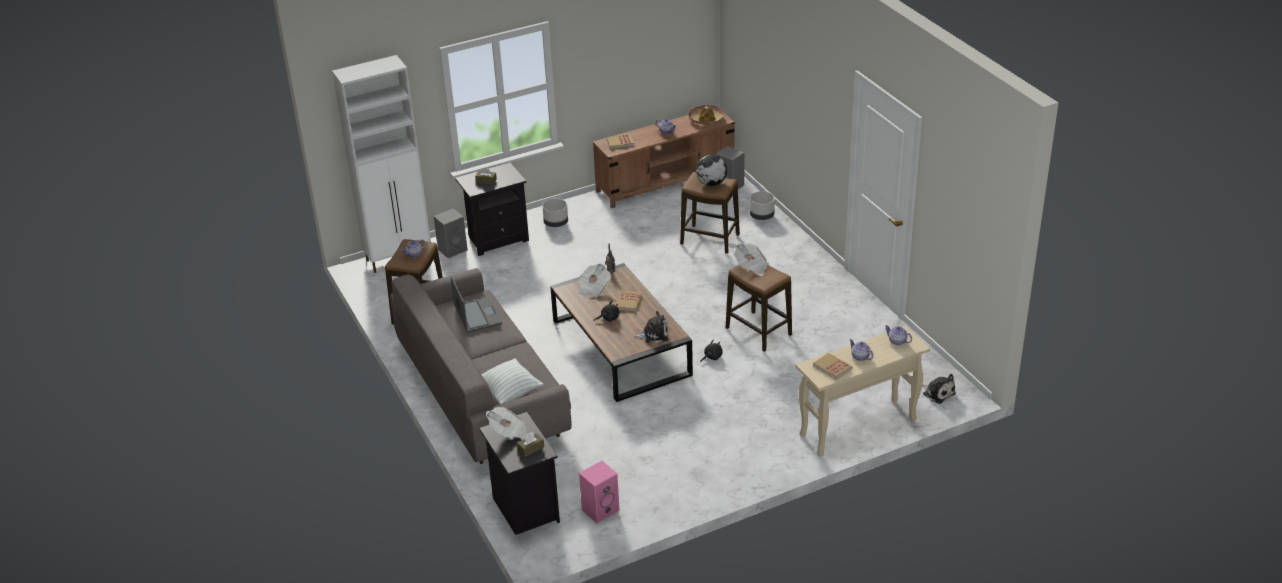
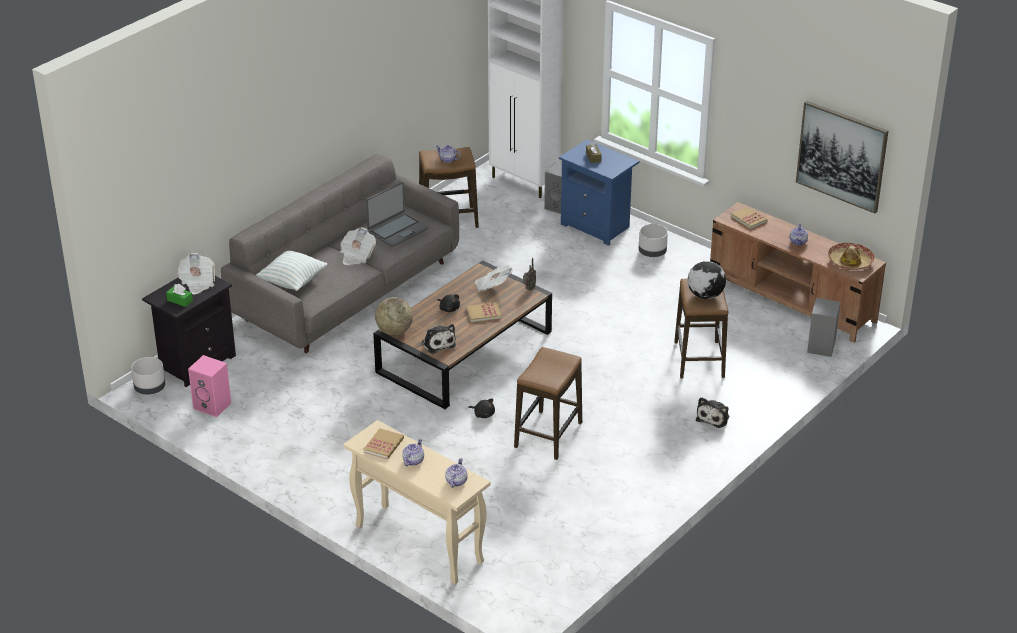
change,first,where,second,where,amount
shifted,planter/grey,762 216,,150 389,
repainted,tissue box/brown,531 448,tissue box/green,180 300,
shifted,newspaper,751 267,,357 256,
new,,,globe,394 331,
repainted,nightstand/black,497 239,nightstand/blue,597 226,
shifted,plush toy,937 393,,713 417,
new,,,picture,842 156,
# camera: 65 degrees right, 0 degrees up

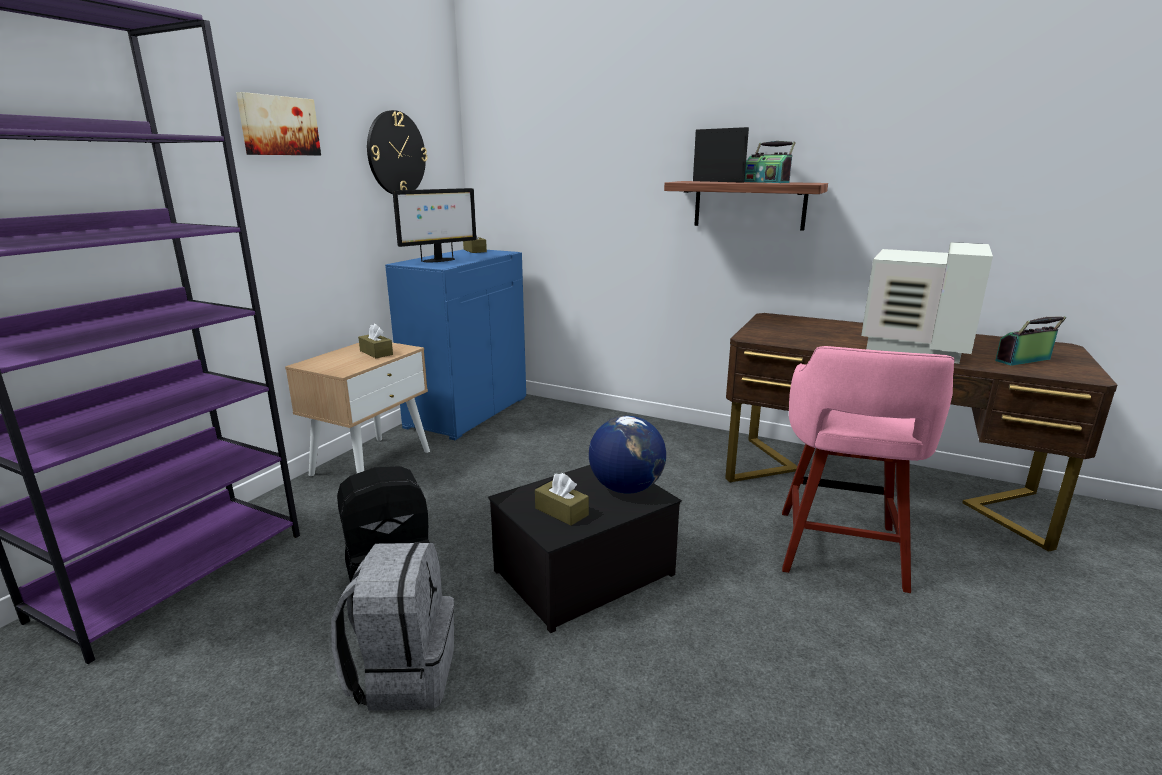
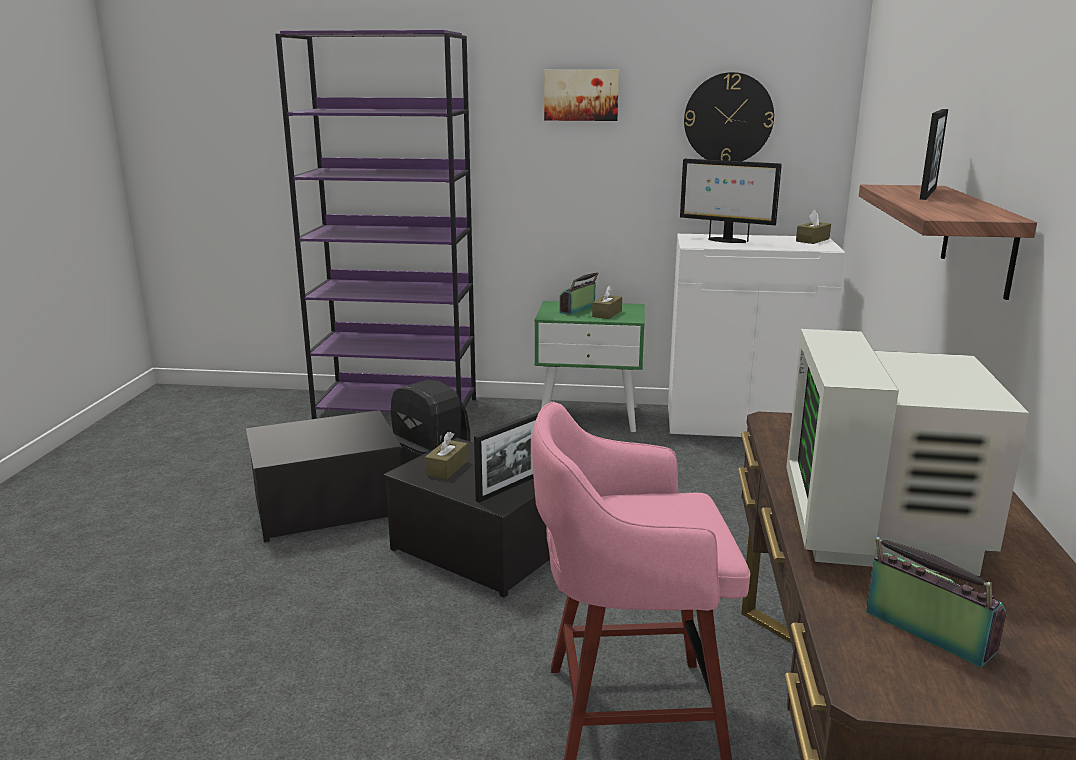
change,first,where,second,where,amount
swapped,backpack/grey,403 674,storage box,328 506,
swapped,globe,626 488,picture frame,508 487,
repainted,nightstand/beige,371 462,nightstand/green,589 416,
shifted,radio,766 182,,578 309,
repainted,cabinet/blue,467 412,cabinet/white,742 424,
rotated,monitor,912 347,,882 530,90 degrees clockwise
# camera: 70 degrees right, 0 degrees up

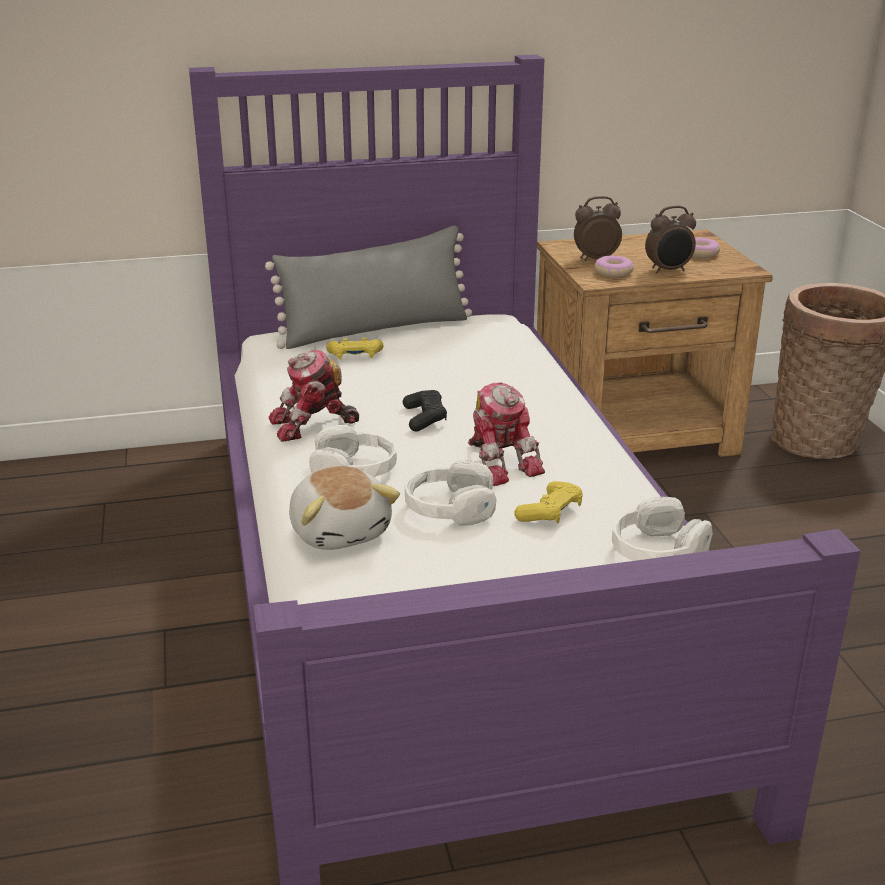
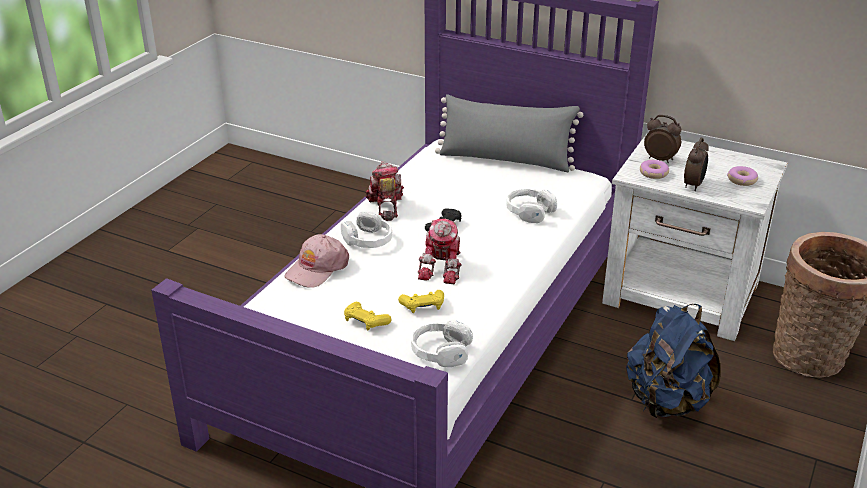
change,first,where,second,where,amount
swapped,plush toy,341 531,cap/pink,317 268,
shifted,game controller/yellow,355 356,,365 321,
rotated,toy robot,312 425,,385 206,60 degrees clockwise
shifted,headphones/white,449 508,,529 212,
repainted,nightstand/brown,637 433,nightstand/white,682 295,
new,,,backpack/blue,666 401,
rotated,alarm clock,668 271,,693 185,90 degrees counterclockwise
# camera: 40 degrees right, 5 degrees up

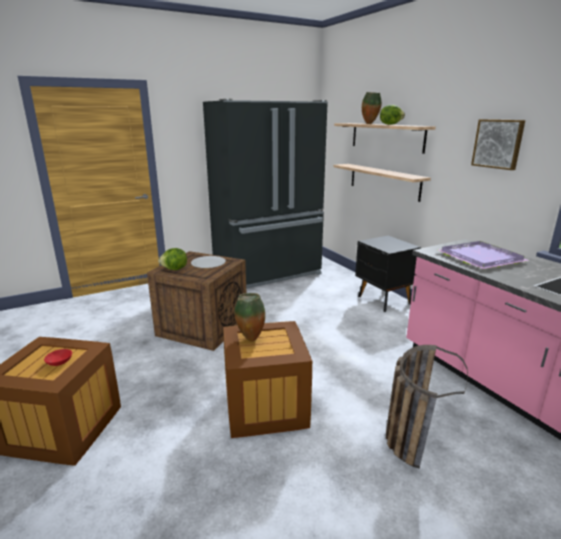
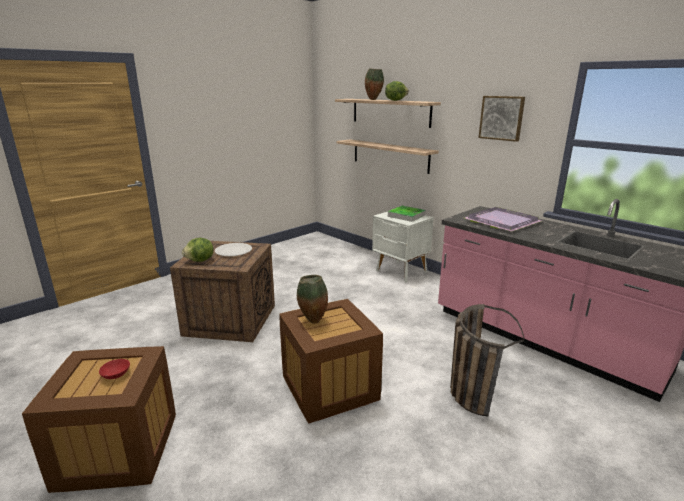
change,first,where,second,where,amount
repainted,nightstand/black,384 300,nightstand/white,401 272,
new,,,tray,406 216,
gone,fridge/black,269 273,,,
# camera: 15 degrees left, 0 degrees up

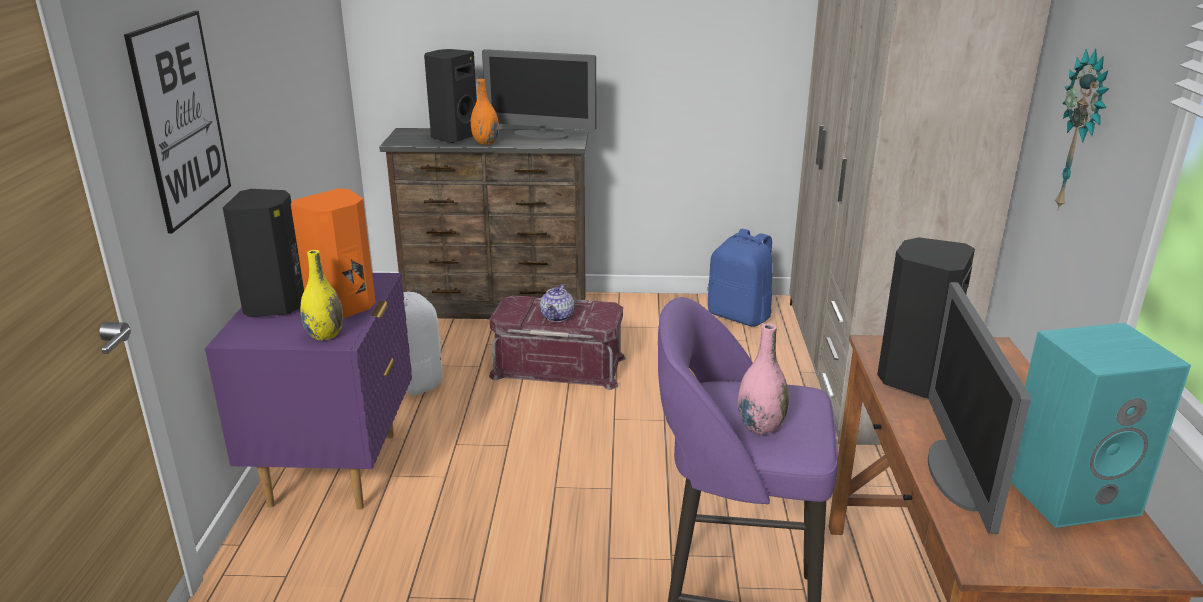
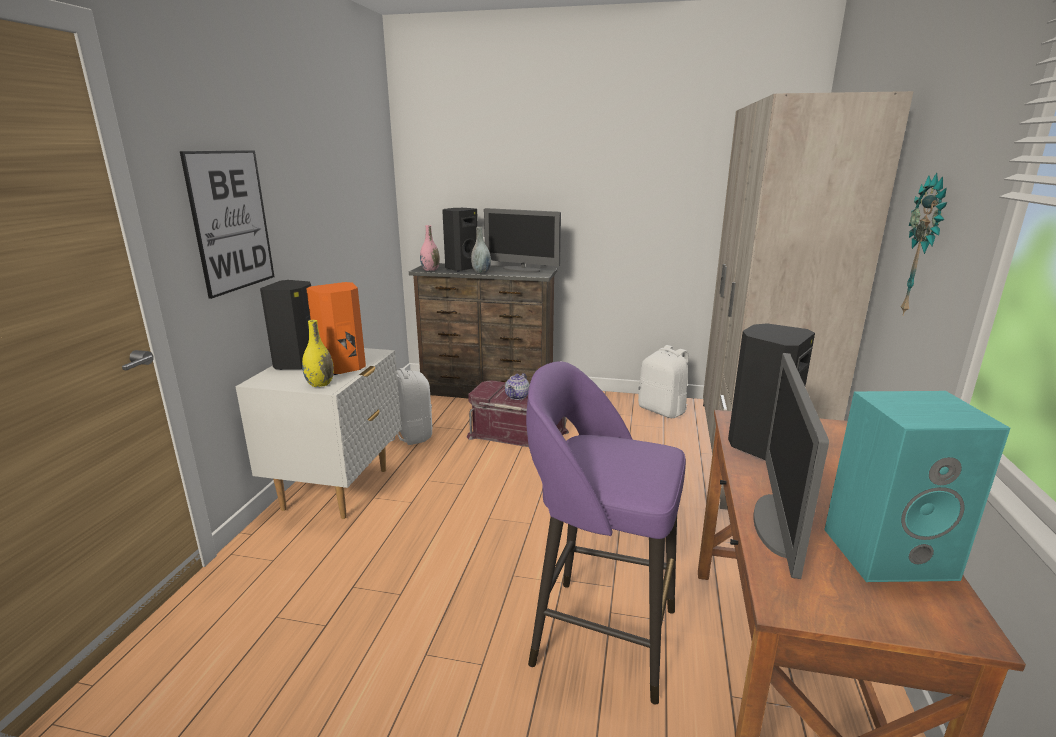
change,first,where,second,where,amount
repainted,nightstand/purple,336 469,nightstand/white,338 489,
shifted,vase/pink,760 426,,430 270,
repainted,vase/orange,485 142,vase/grey,481 272,
repainted,backpack/blue,740 316,backpack/white,663 410,
# camera: 10 degrees right, 5 degrees down

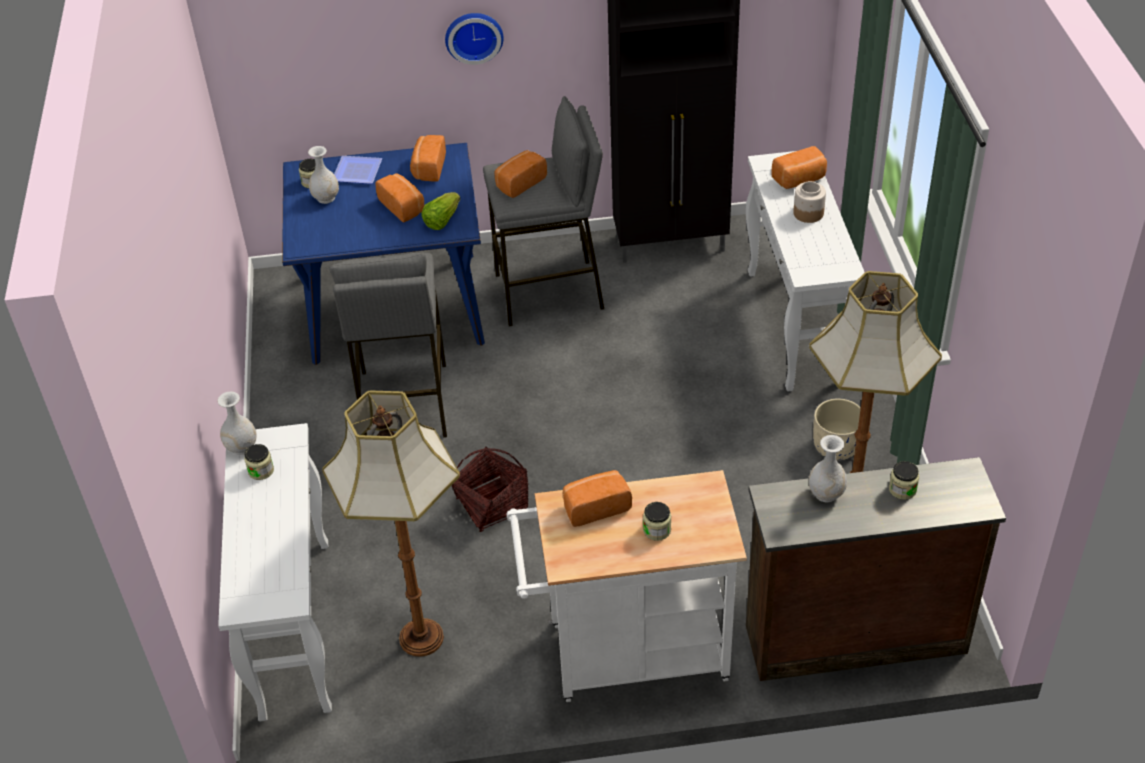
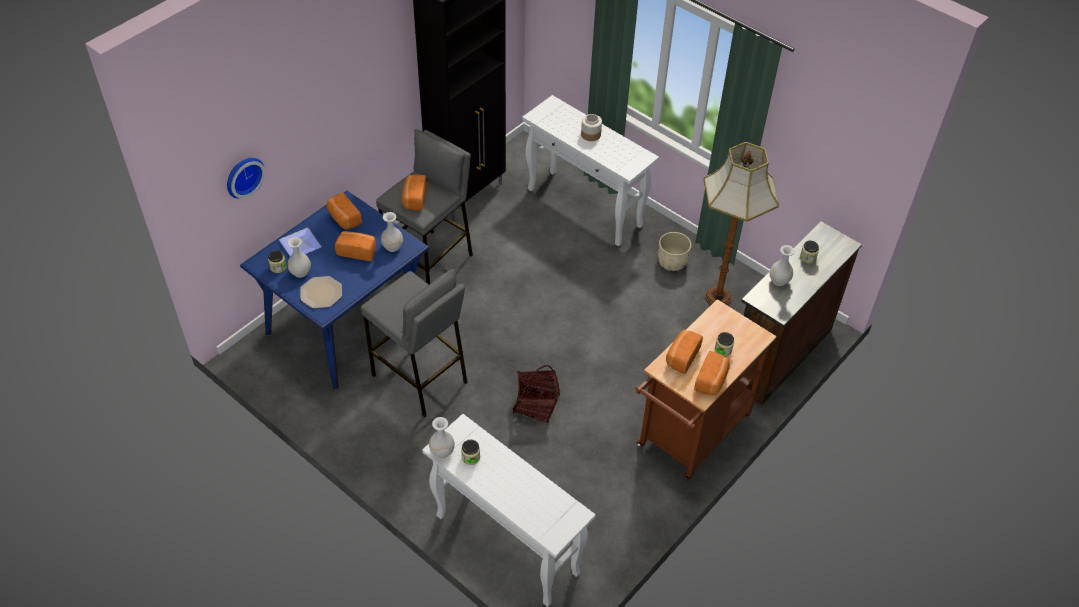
change,first,where,second,where,amount
shifted,wall clock,473 36,,243 176,
new,,,plate,321 293,
swapped,lettuce,442 220,vase/white,392 247,
repainted,cart/white,626 655,cart/brown,689 436,
shifted,bread,800 180,,711 381,
gone,floor lamp,419 637,,,
# camera: 45 degrees left, 5 degrees up

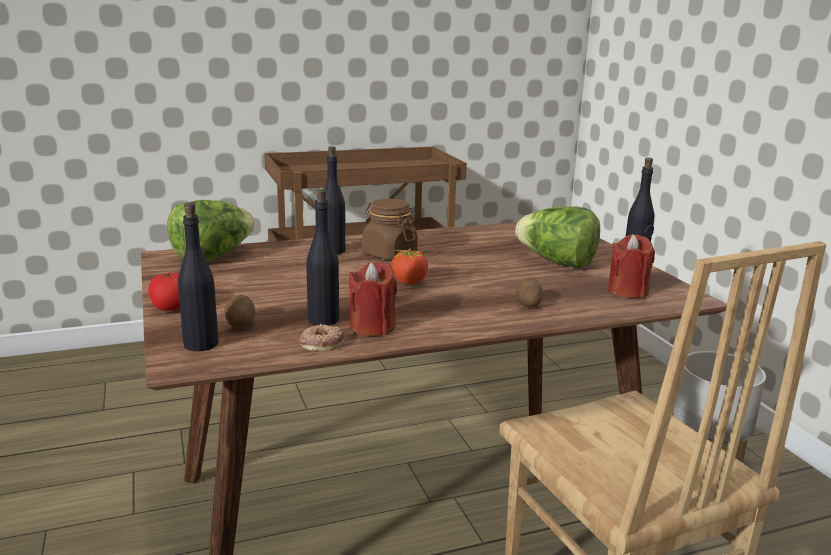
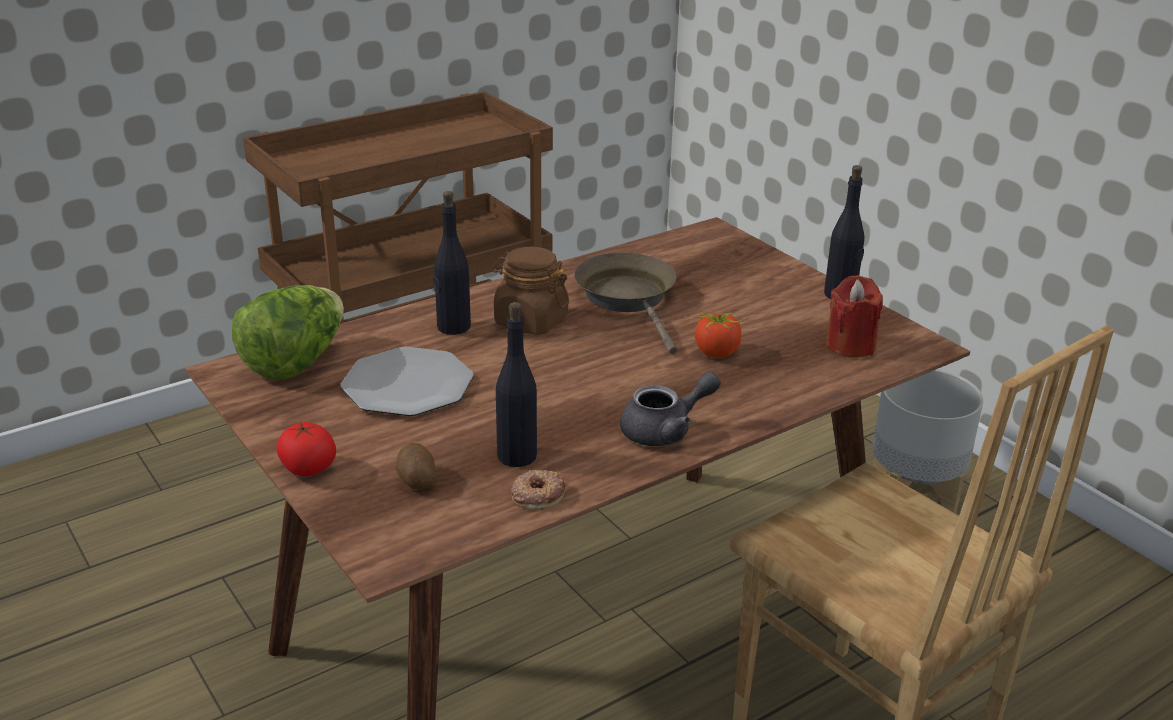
change,first,where,second,where,amount
new,,,plate,408 385,
new,,,frying pan/brown,629 299,
new,,,teapot/grey,666 430,
shifted,tomato,409 282,,717 353,
gone,bottle/black,200 344,,,
gone,candle/red,372 327,,,
gone,lettuce,557 262,,,
gone,potato,528 303,,,
# camera: 15 degrees left, 10 degrees up

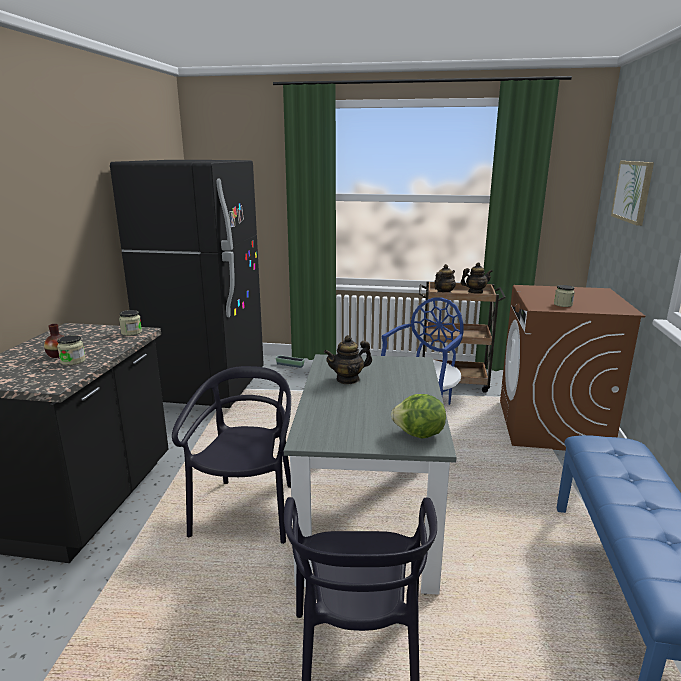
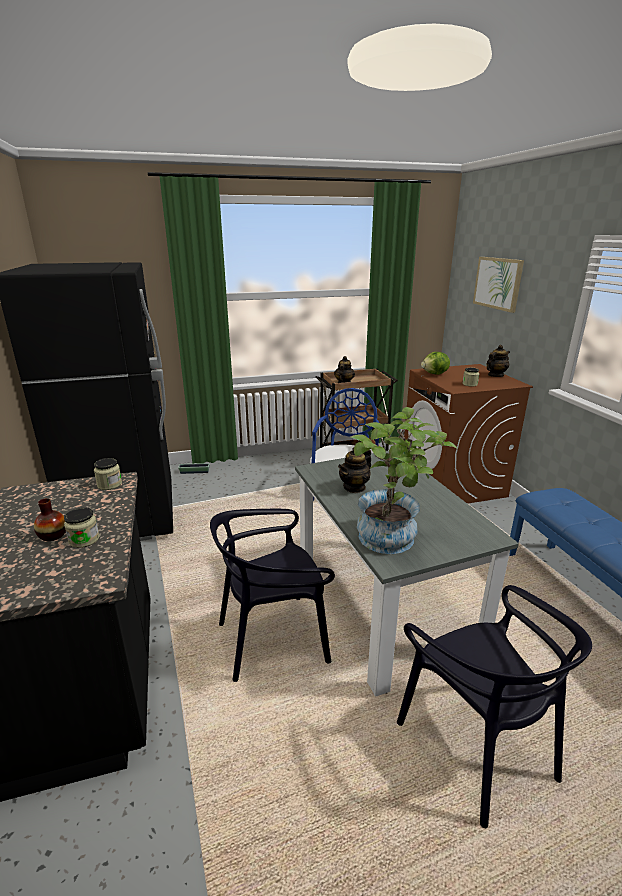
change,first,where,second,where,amount
rotated,chair/black,247 511,,273 638,90 degrees counterclockwise
new,,,potted plant,392 541,
shifted,lettuce,419 435,,435 374,
shifted,teapot,475 292,,495 375,
# camera: 25 degrees left, 5 degrees up

